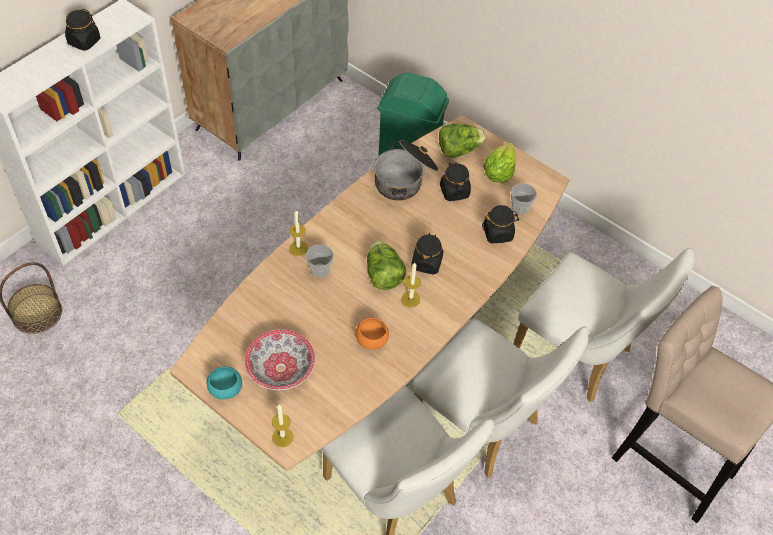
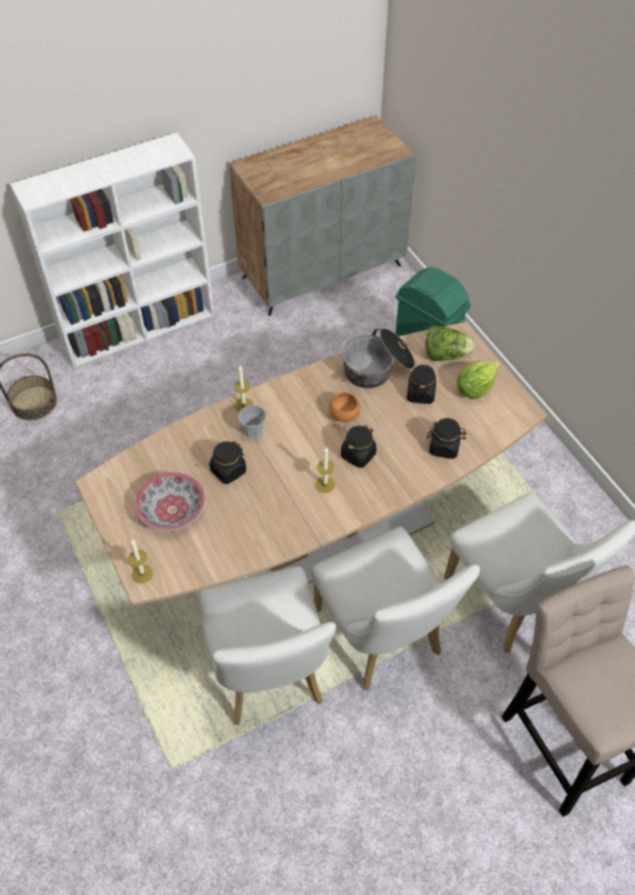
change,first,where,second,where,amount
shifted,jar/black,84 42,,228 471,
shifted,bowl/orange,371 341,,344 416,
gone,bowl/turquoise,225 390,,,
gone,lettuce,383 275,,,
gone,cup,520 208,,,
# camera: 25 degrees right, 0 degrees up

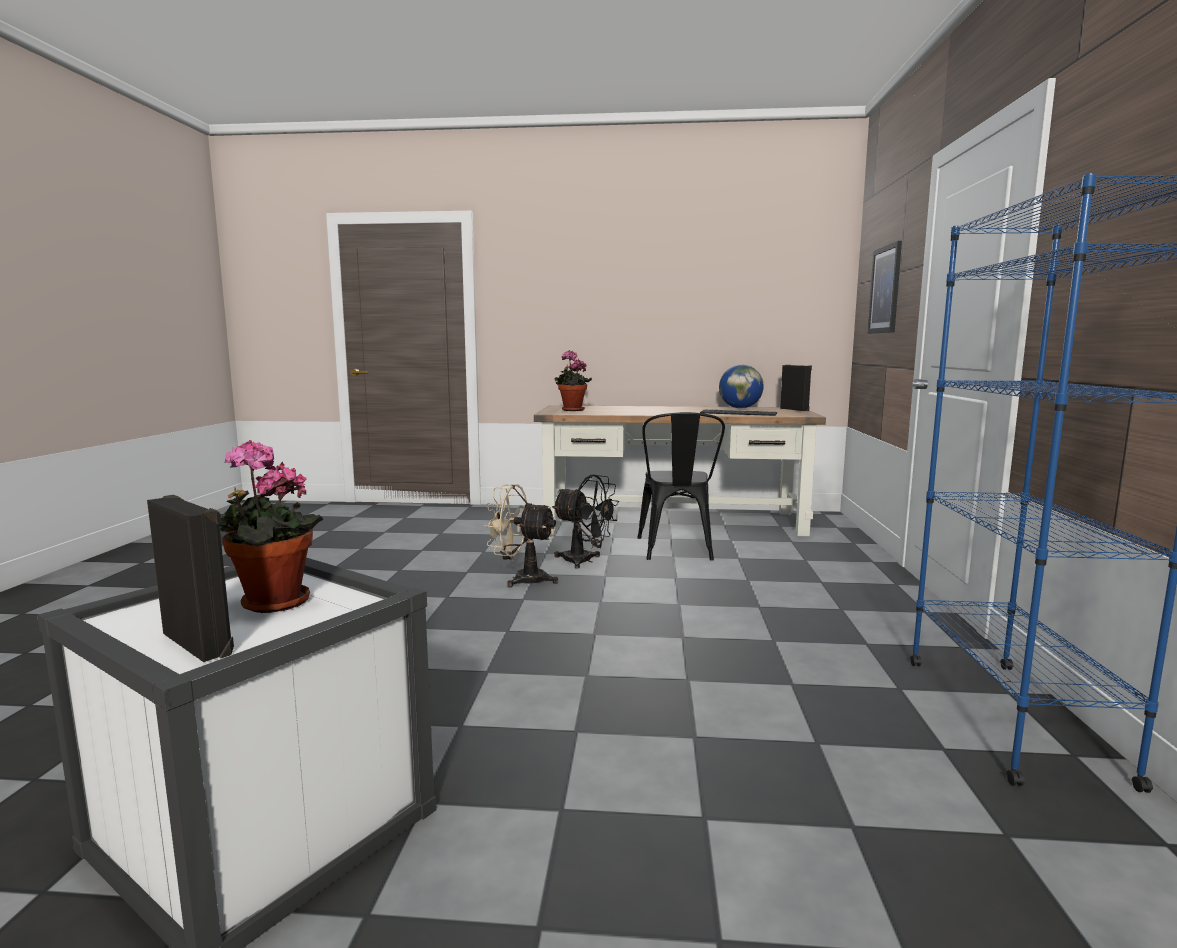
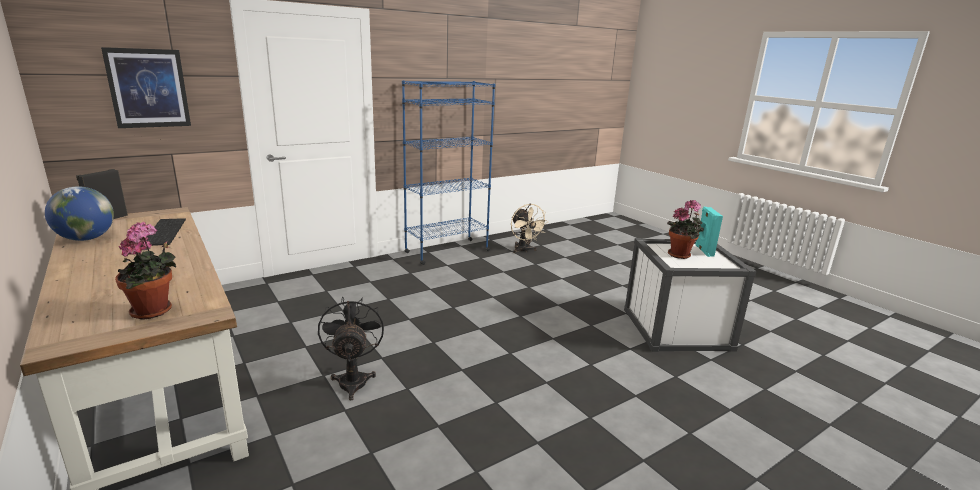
change,first,where,second,where,amount
shifted,fan/beige,521 579,,524 250,
repainted,speaker/black,200 643,speaker/turquoise,703 251,
gone,chair/black,677 550,,,
# camera: 130 degrees left, 10 degrees up

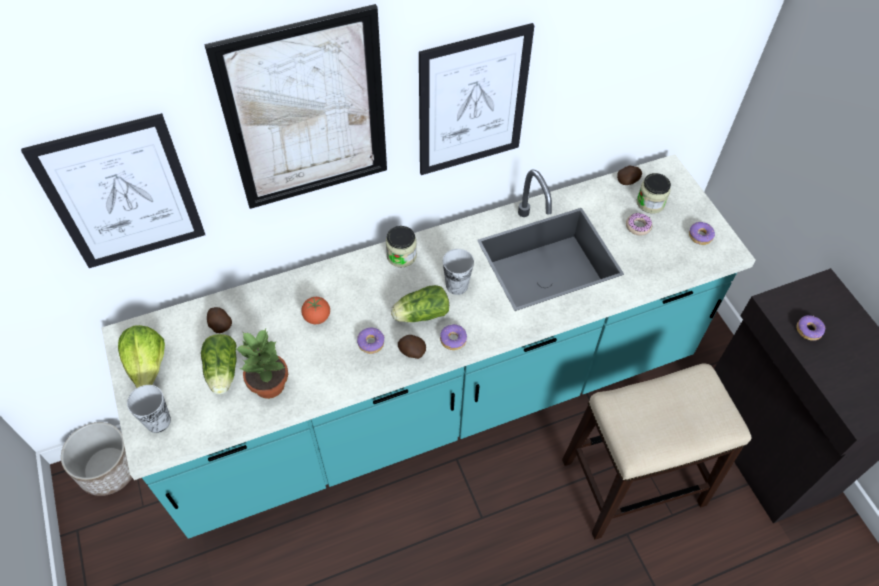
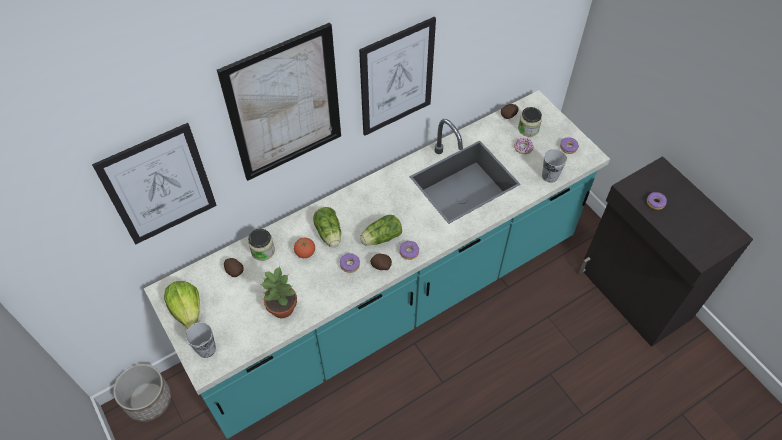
change,first,where,second,where,amount
shifted,jar,401 256,,263 251,
shifted,lettuce,222 373,,329 234,
shifted,cup,457 285,,549 176,
gone,stool,631 483,,,
# camera: 10 degrees left, 0 degrees up

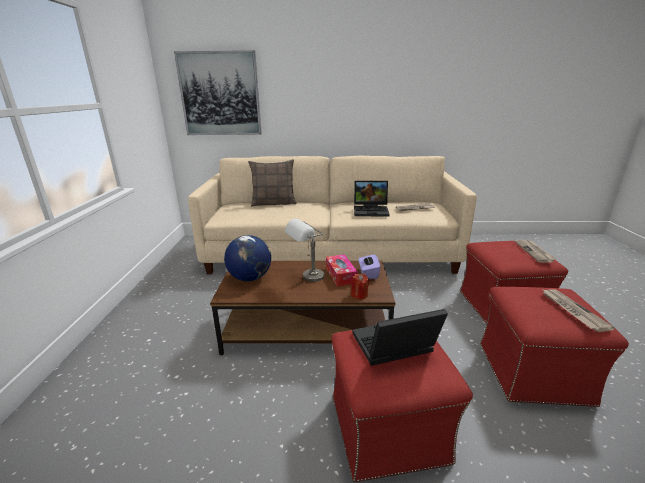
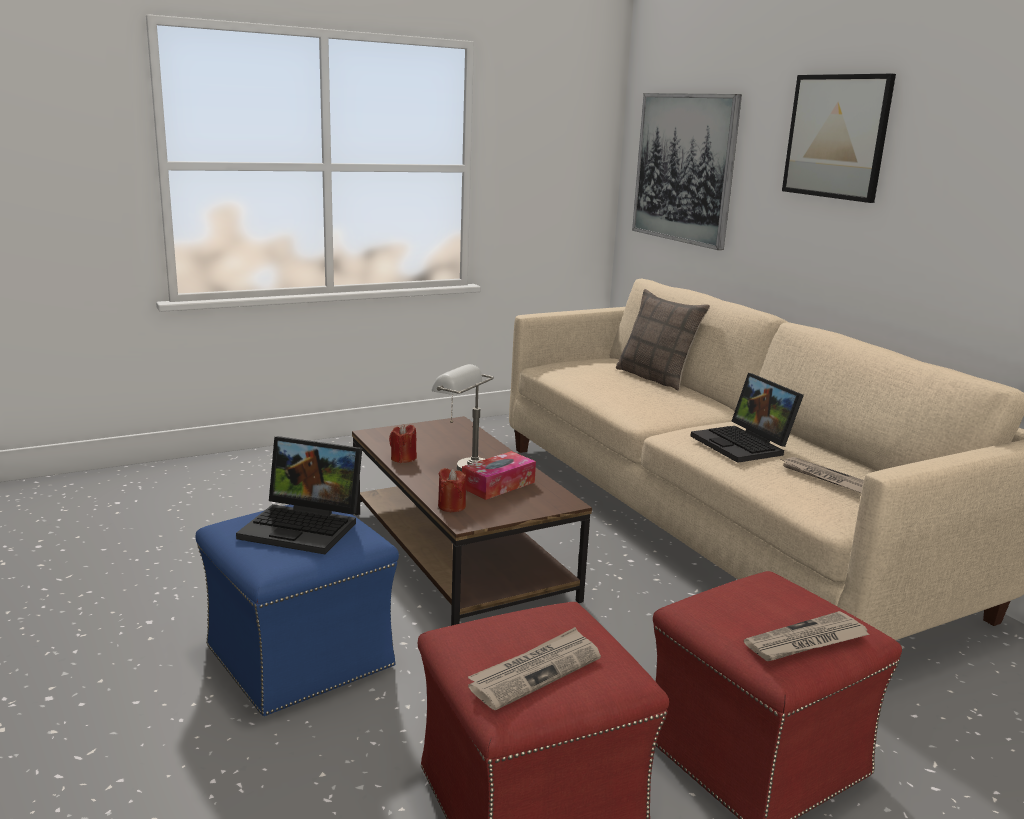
change,first,where,second,where,amount
repainted,ottoman/red,389 428,ottoman/blue,301 657,
rotated,laptop,393 347,,305 526,150 degrees clockwise
new,,,candle/red,403 458,
new,,,picture,836 136,
gone,globe,250 278,,,
gone,tissue box/purple,368 274,,,
# camera: 60 degrees right, 5 degrees down

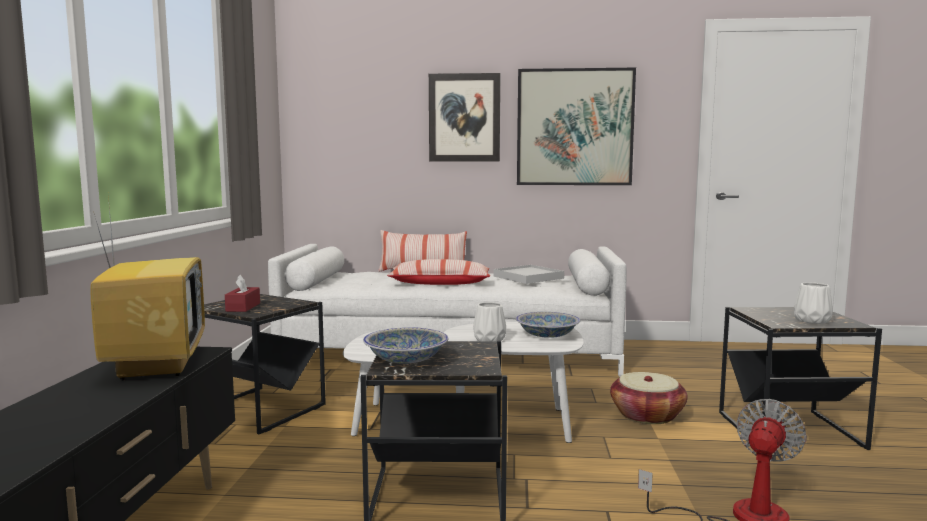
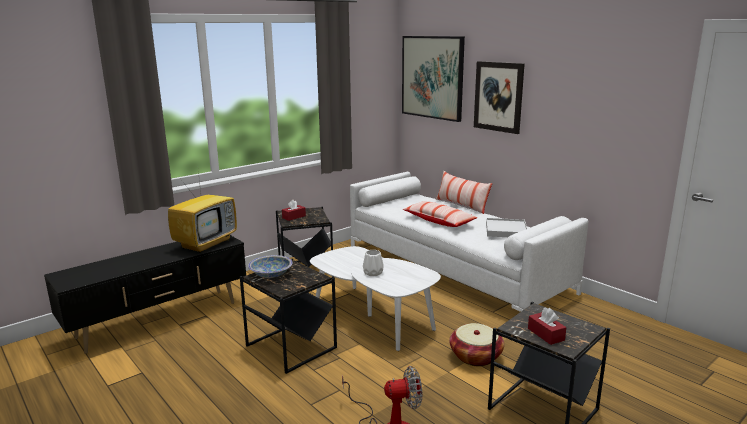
change,first,where,second,where,amount
shifted,picture,574 127,,432 77,
swapped,vase/white,811 321,tissue box/red,546 334,
gone,bowl,547 335,,,
# camera: 45 degrees right, 10 degrees up

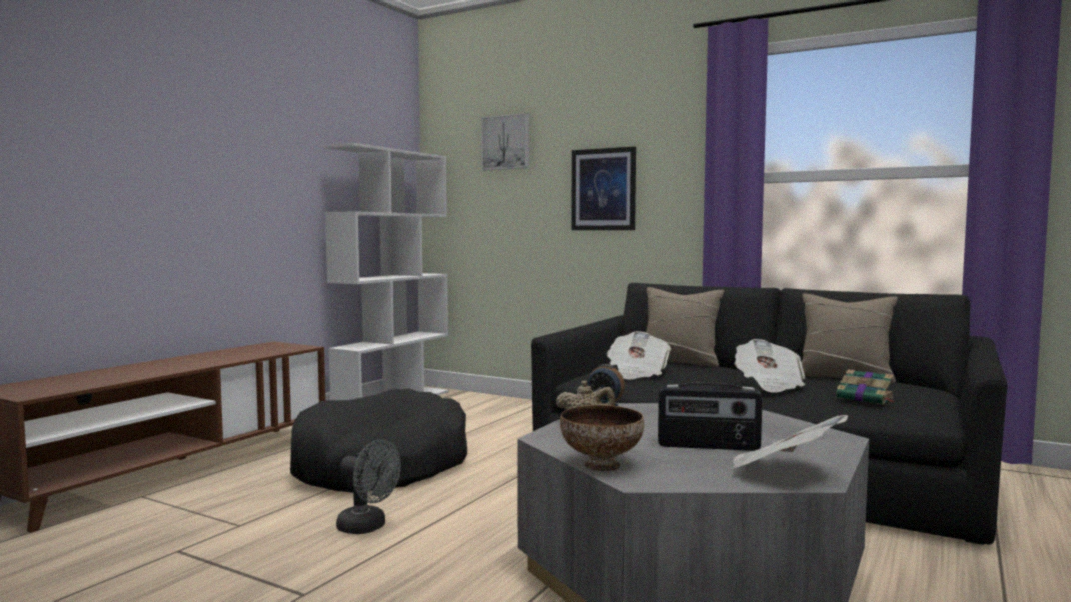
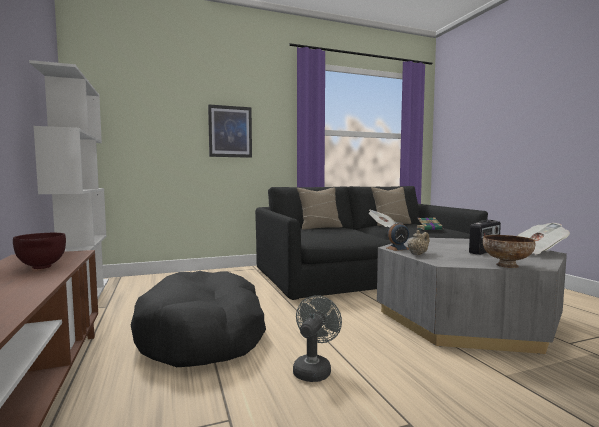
change,first,where,second,where,amount
new,,,bowl/brown,41 268,
rotated,fan/grey,368 527,,314 369,45 degrees counterclockwise
gone,picture,506 142,,,
gone,newspaper,637 373,,,
# camera: 50 degrees left, 0 degrees up

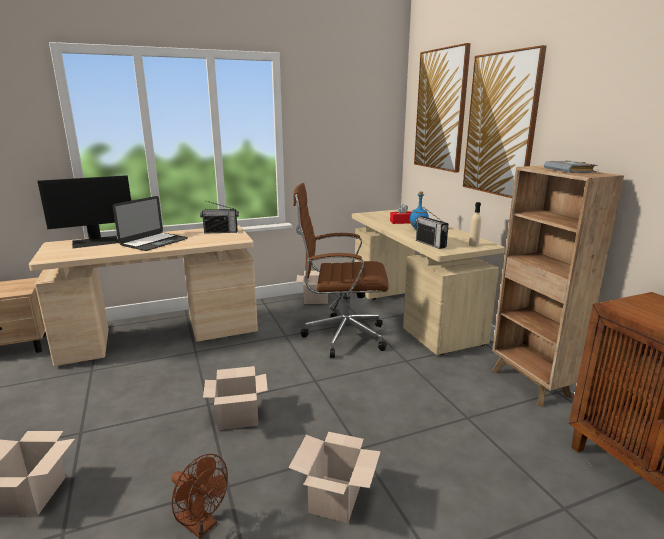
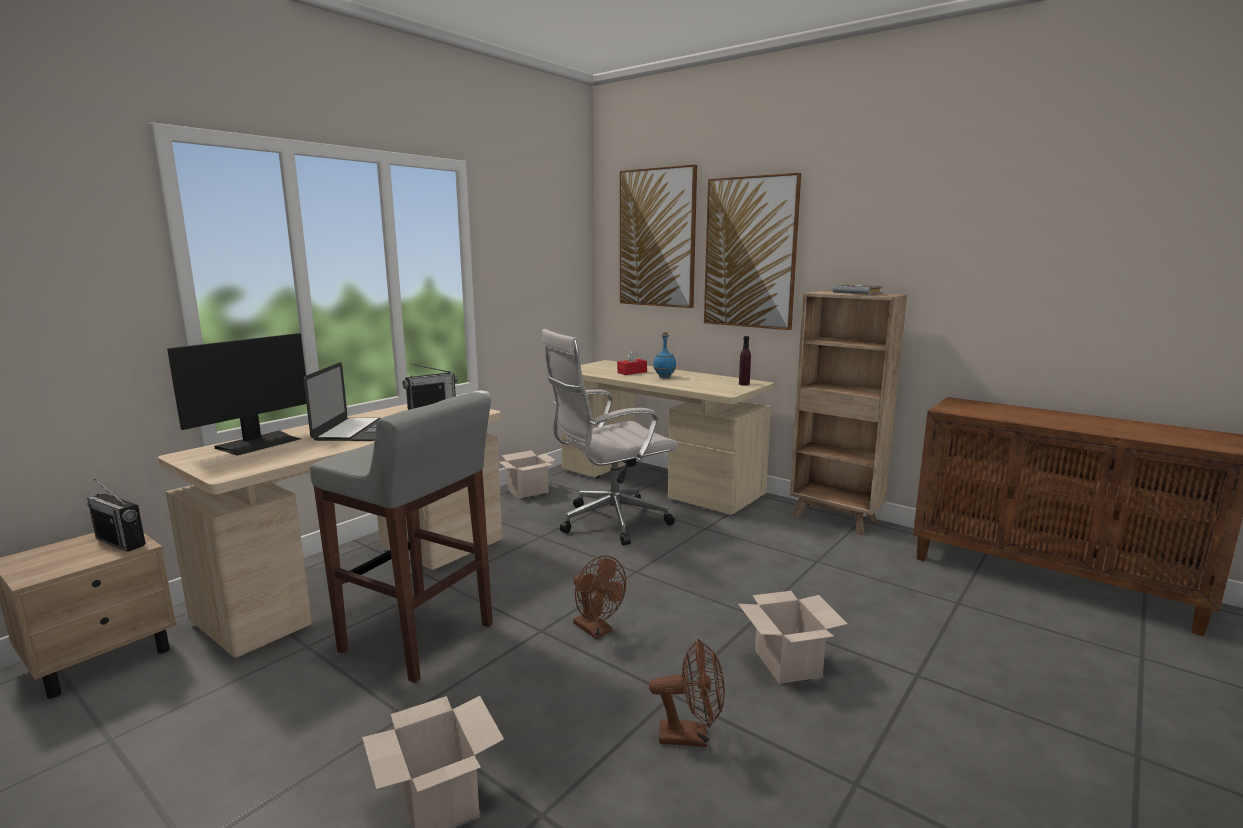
change,first,where,second,where,amount
shifted,radio,430 244,,120 542,
new,,,stool/grey,419 639,
repainted,office chair/brown,341 337,office chair/white,609 522,
swapped,cardboard box,239 417,fan/brown,597 630,
repainted,bottle/beige,473 245,bottle/purple,744 384,
# camera: 30 degrees left, 5 degrees down

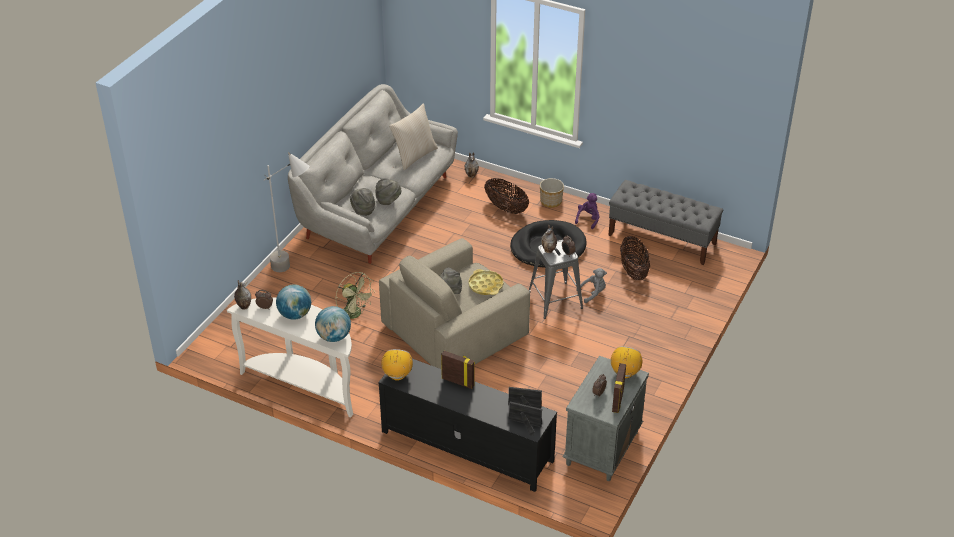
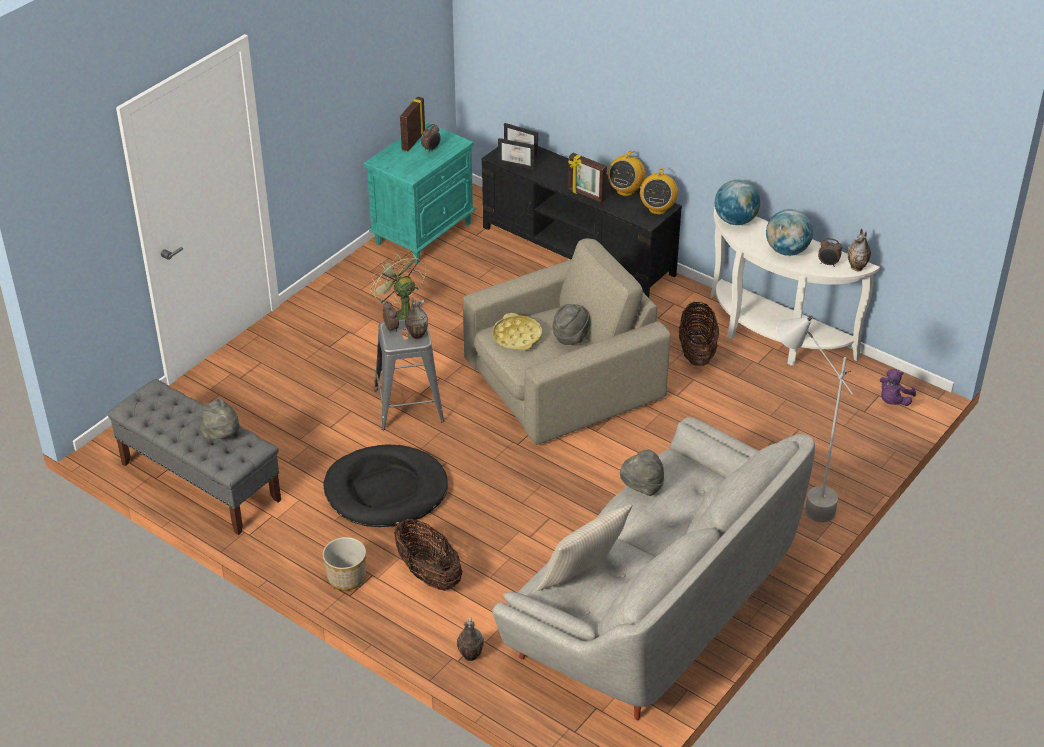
change,first,where,second,where,amount
shifted,hat/grey,363 210,,222 435,
repainted,nightstand/grey,602 449,nightstand/turquoise,423 232,
shifted,fan/green,355 314,,401 315,
shifted,radio,625 373,,625 190,
shifted,basket,633 271,,697 352,
shifted,plush toy/purple,588 219,,893 401,
gone,plush toy/grey,593 293,,,
# camera: 170 degrees left, 0 degrees up

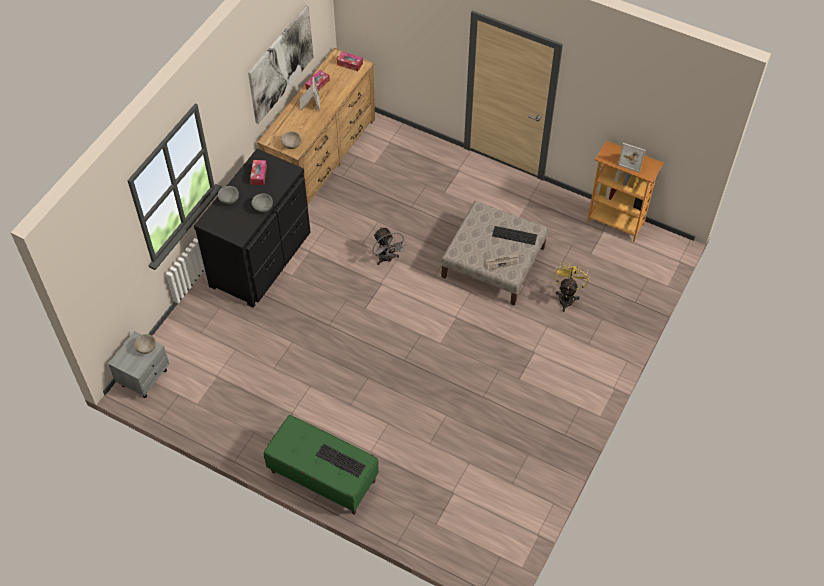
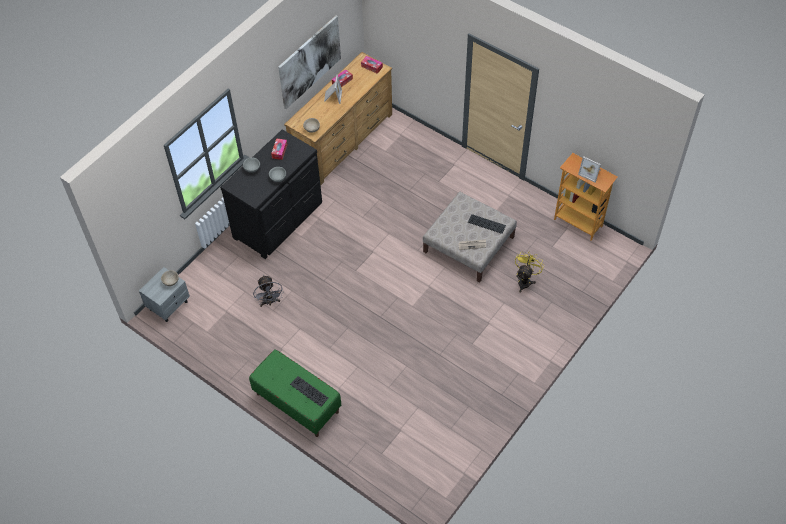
change,first,where,second,where,amount
shifted,fan/grey,387 259,,269 302,
# camera: 10 degrees right, 0 degrees up

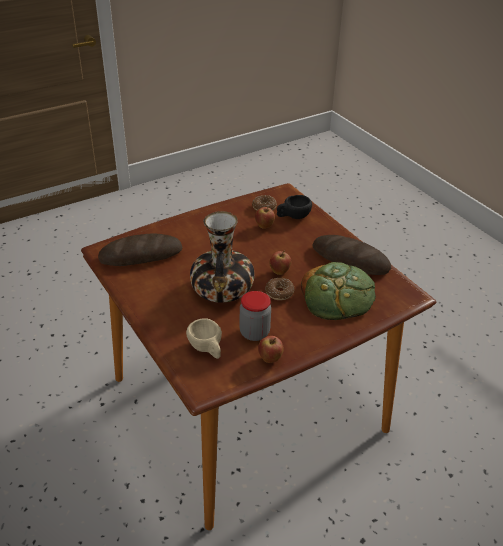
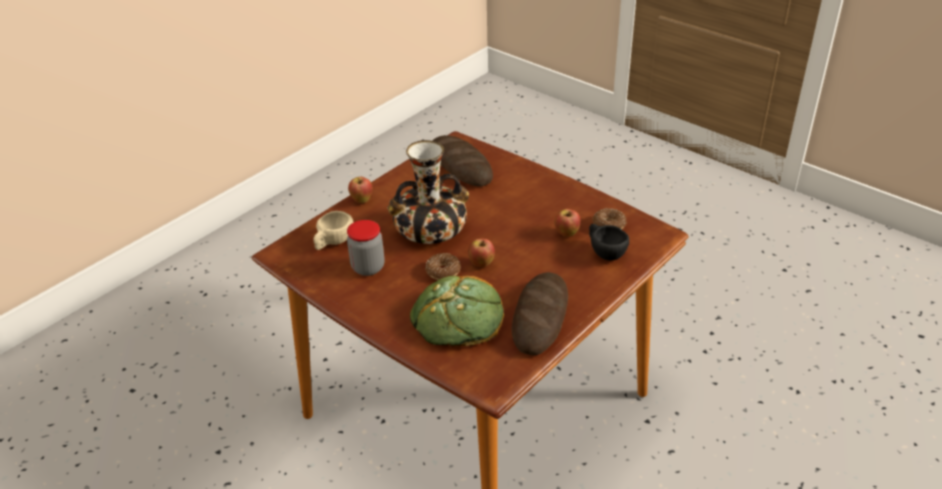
change,first,where,second,where,amount
shifted,apple,270 359,,362 200,
# camera: 75 degrees right, 0 degrees up

